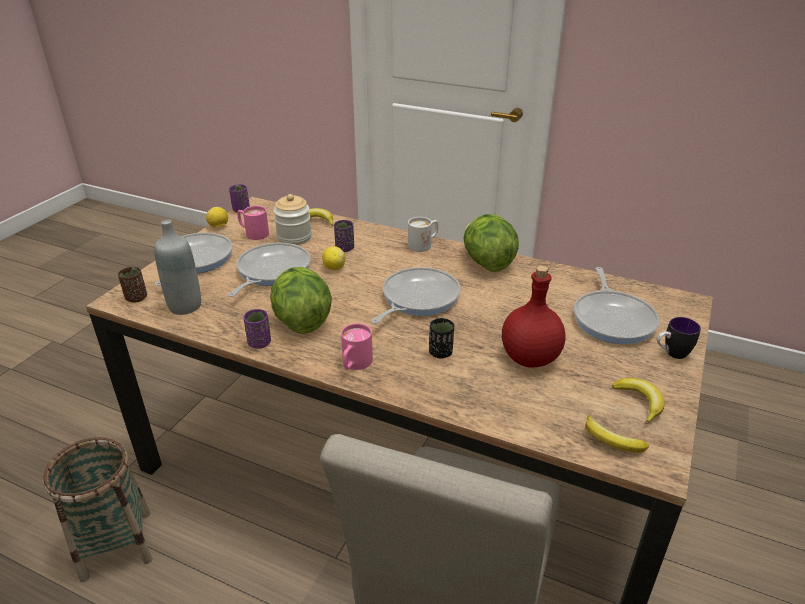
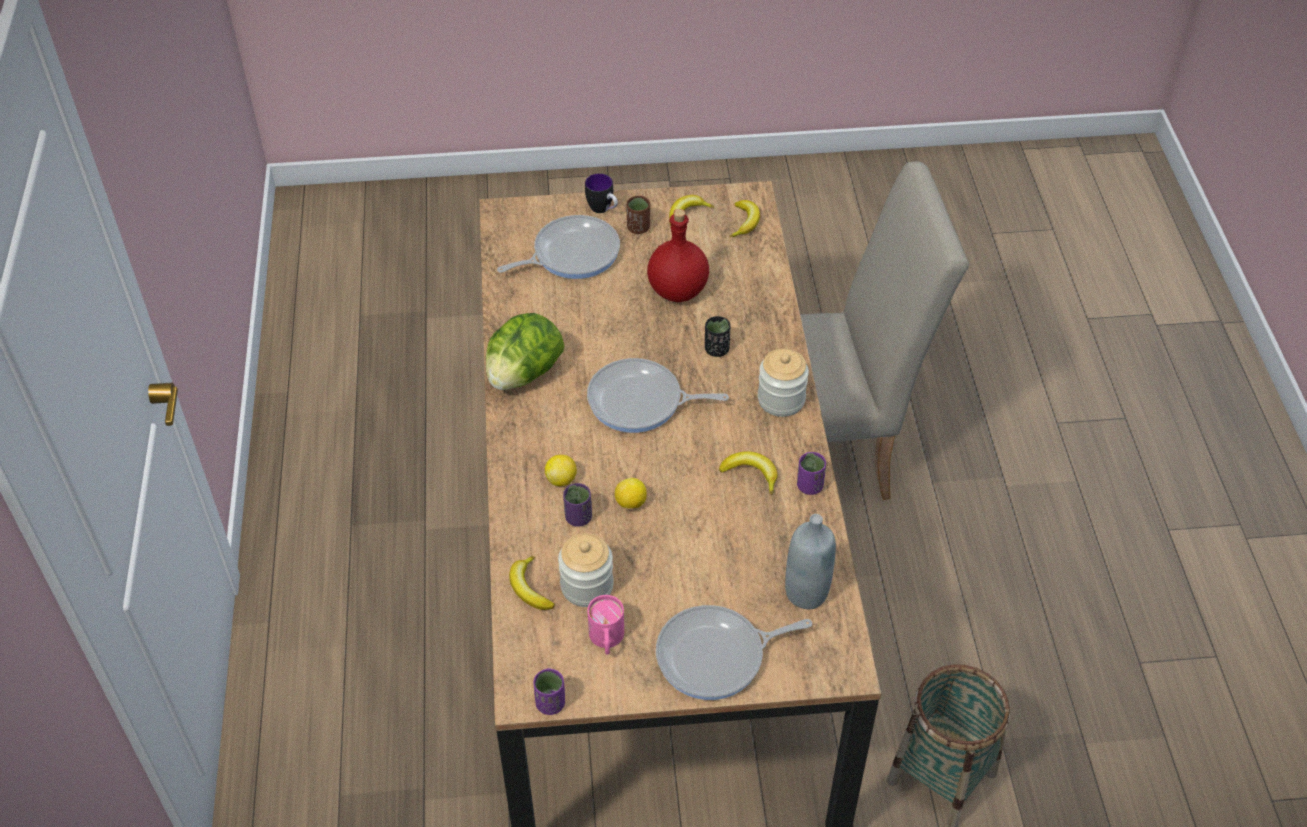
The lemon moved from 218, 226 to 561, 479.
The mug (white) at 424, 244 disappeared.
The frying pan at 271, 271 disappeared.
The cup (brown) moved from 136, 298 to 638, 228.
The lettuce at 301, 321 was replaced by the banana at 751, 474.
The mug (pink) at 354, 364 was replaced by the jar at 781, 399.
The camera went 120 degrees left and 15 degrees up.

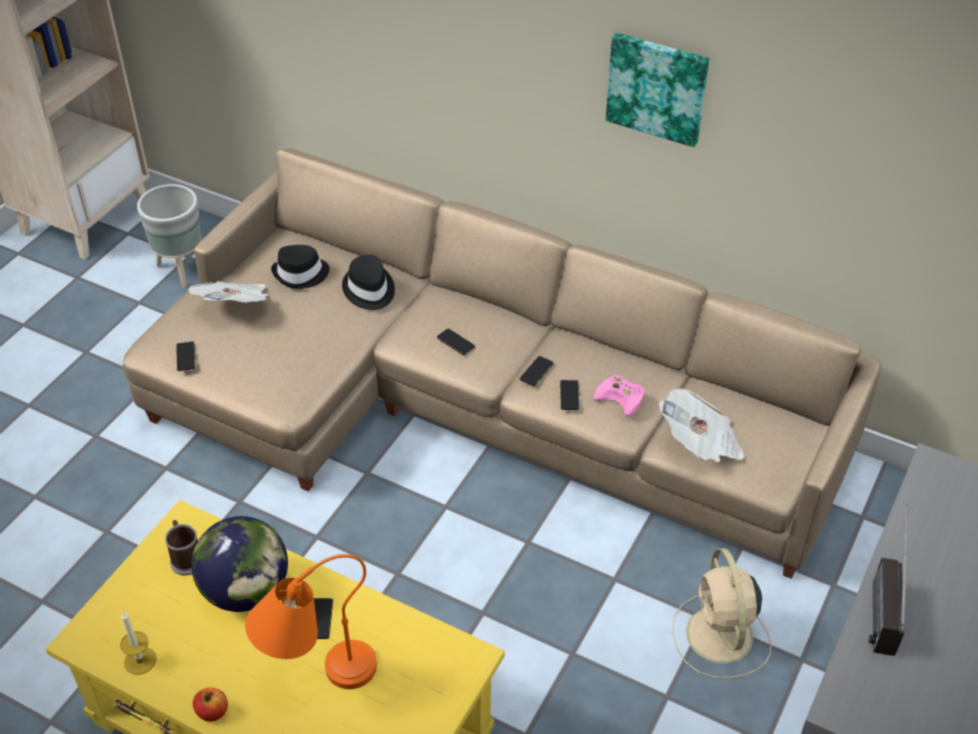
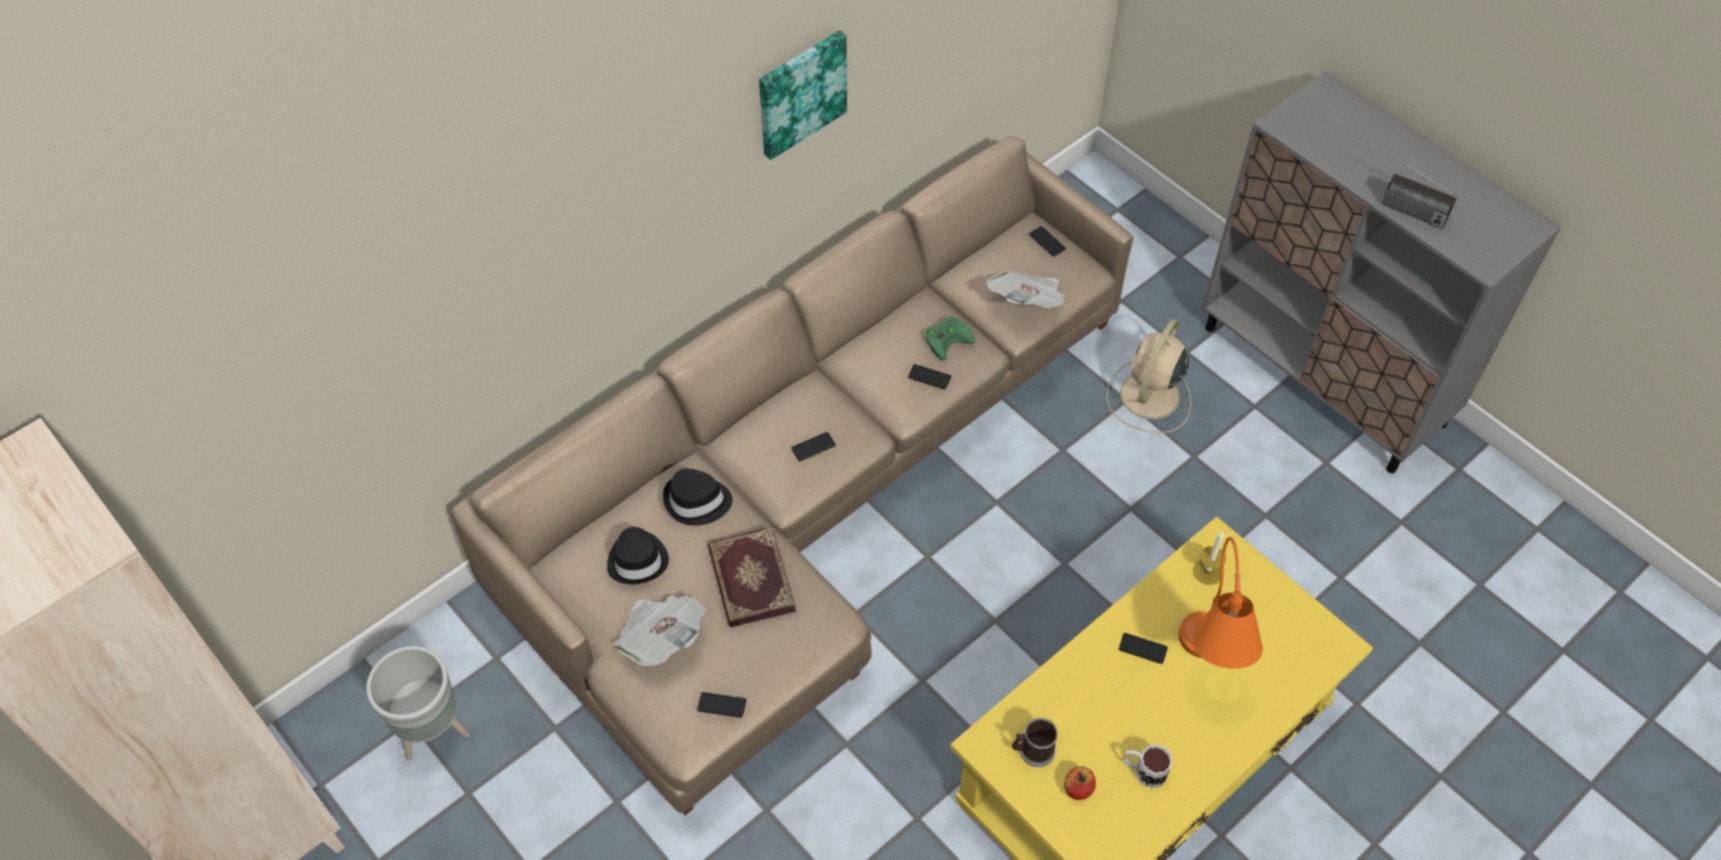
The phone moved from 536, 371 to 1047, 241.
The game controller (pink) at 622, 397 became the game controller (green) at 948, 338.
The globe at 246, 591 disappeared.
The fan (beige) at 720, 637 turned 105 degrees clockwise.
The candle moved from 140, 660 to 1207, 571.
The apple moved from 212, 712 to 1078, 788.
The book at 750, 579 appeared.
The mug at 1144, 770 appeared.
The camera went 70 degrees left and 10 degrees up.

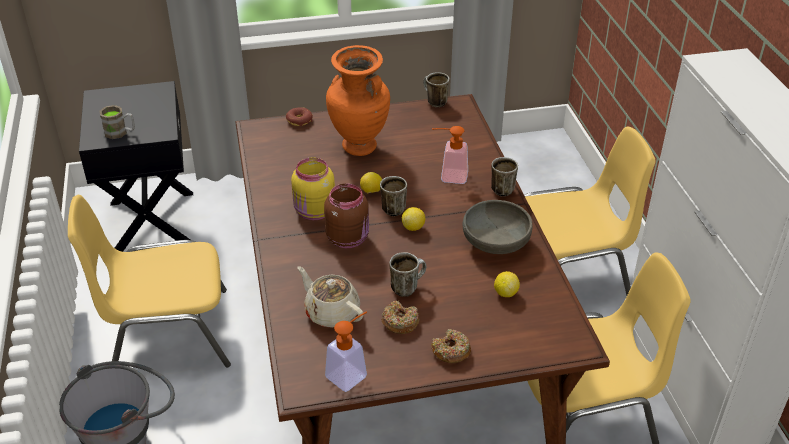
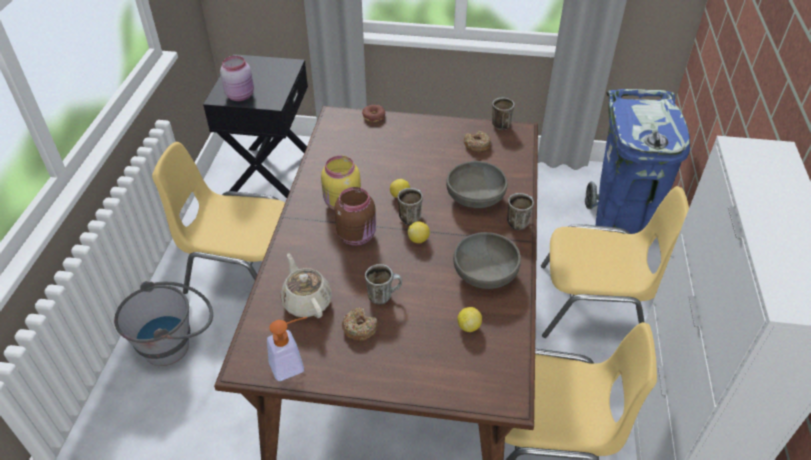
The vase (orange) at 359, 148 disappeared.
The mug (brown) at 120, 133 was replaced by the jar (pink) at 241, 95.
The soap dispenser at 448, 176 was replaced by the bowl (grey) at 475, 198.
The donut moved from 451, 351 to 477, 145.
The trash can (blue) at 620, 220 appeared.
The camera went 20 degrees right and 5 degrees up.

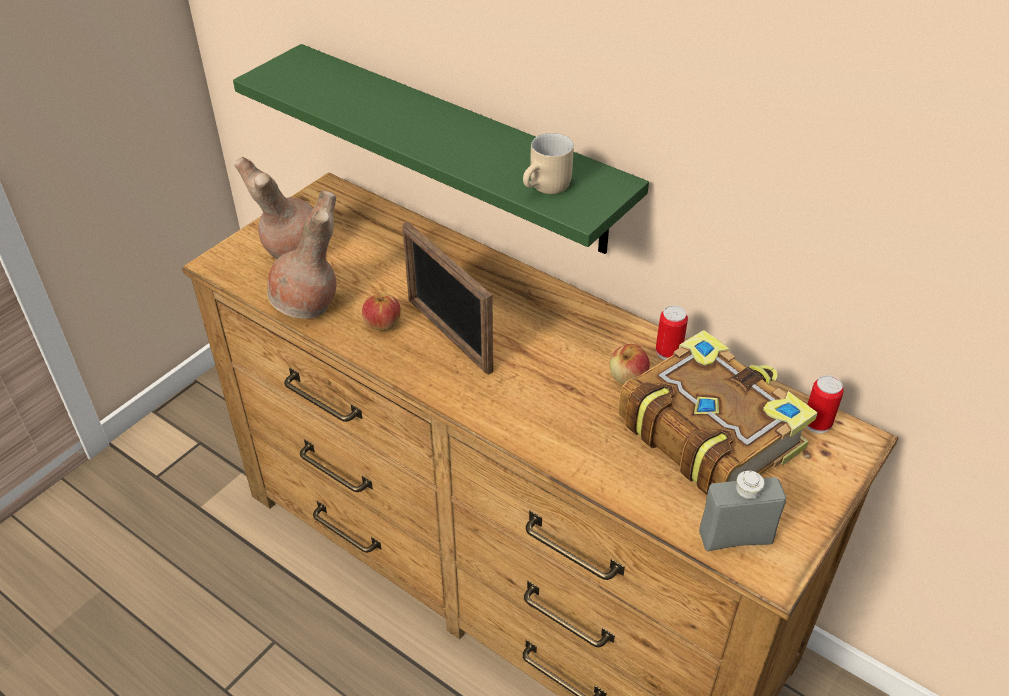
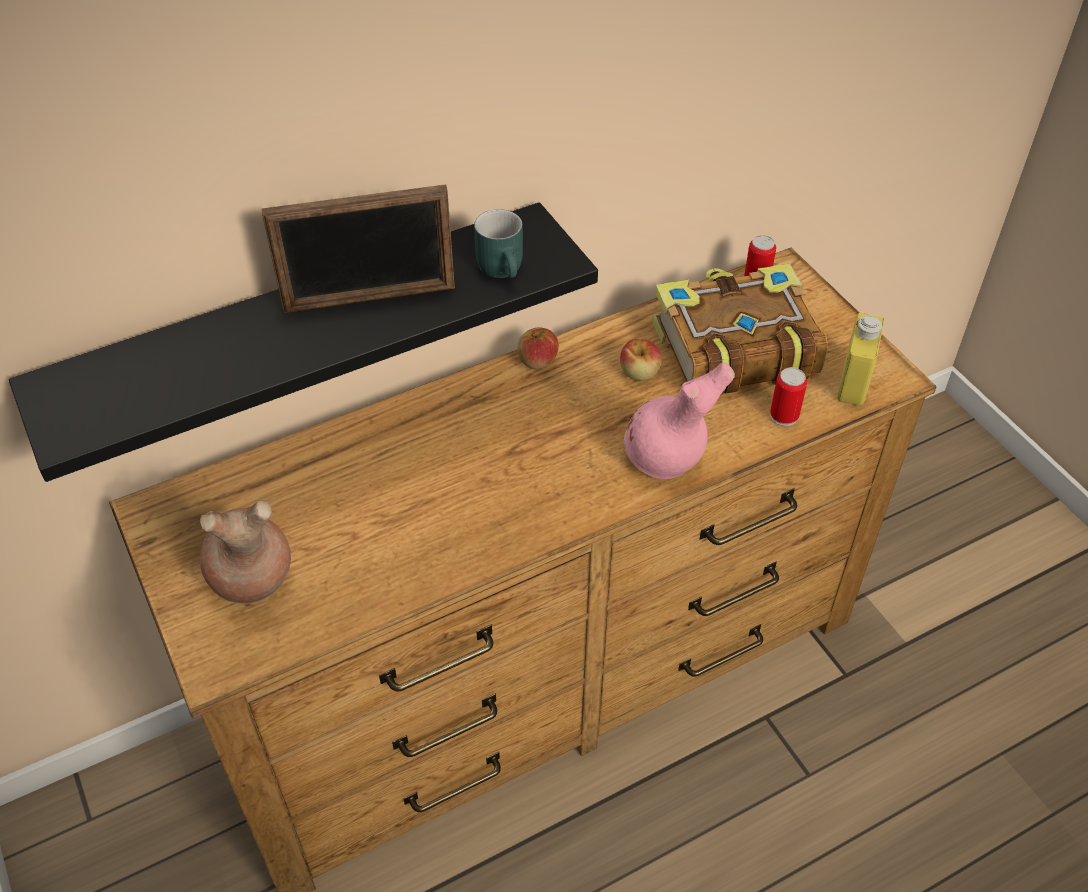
The shelf (green) at 460, 148 became the shelf (black) at 302, 329.
The mug (beige) at 548, 188 became the mug (turquoise) at 505, 269.
The vase (brown) at 308, 306 disappeared.
The picture frame moved from 448, 335 to 369, 299.
The apple moved from 382, 324 to 537, 361.
The can moved from 668, 352 to 784, 416.
The bottle (grey) at 735, 537 became the bottle (yellow) at 854, 382.
The vase (pink) at 665, 460 appeared.
The camera went 65 degrees left and 5 degrees up.

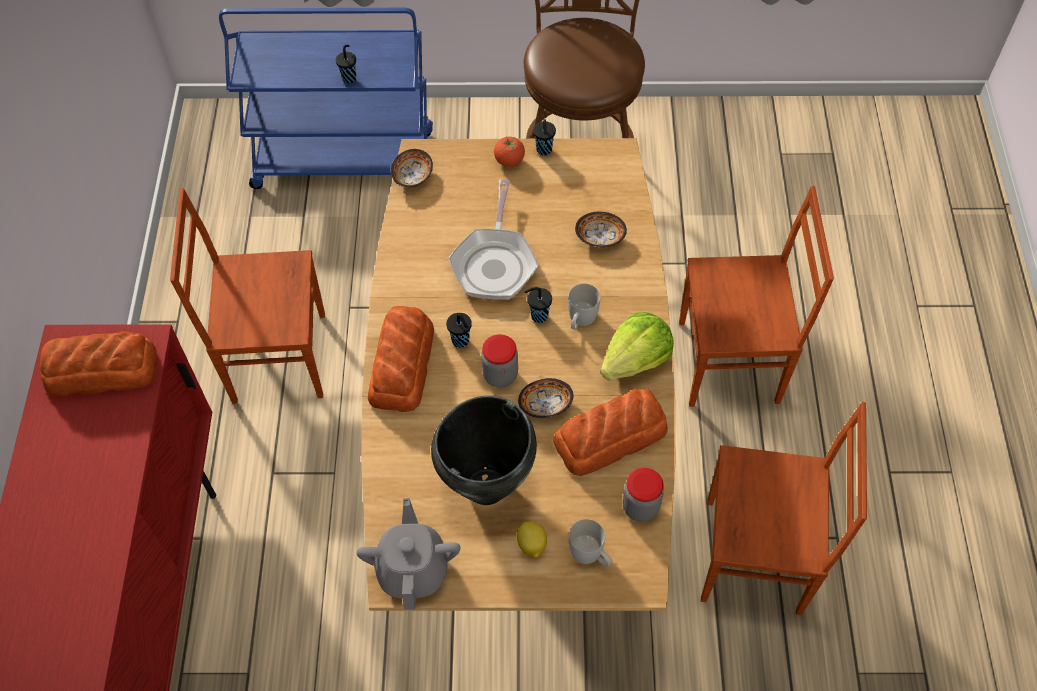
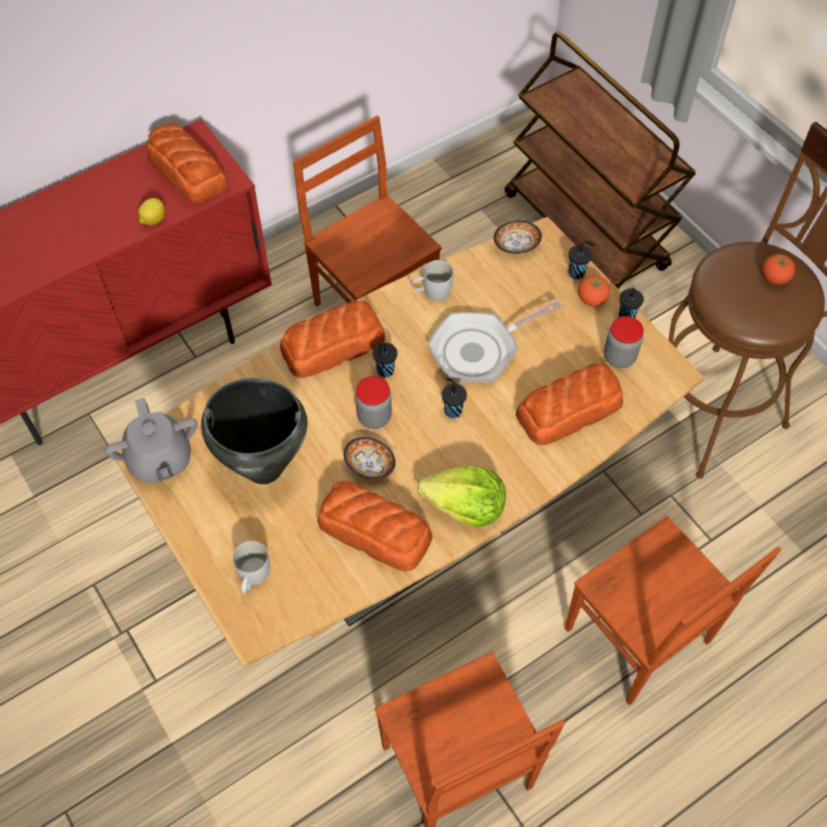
The cart (blue) at 345, 159 became the cart (brown) at 586, 232.
The cup (black) moved from 349, 77 to 577, 273.
The bowl at 600, 237 was replaced by the bread at 570, 410.
The mug (white) moved from 580, 320 to 431, 292.
The jar moved from 640, 507 to 619, 357.
The teapot (grey) at 413, 569 turned 105 degrees clockwise.
The lemon moved from 531, 545 to 153, 220.
The tomato at 774, 278 appeared.
The camera went 55 degrees right and 0 degrees up.

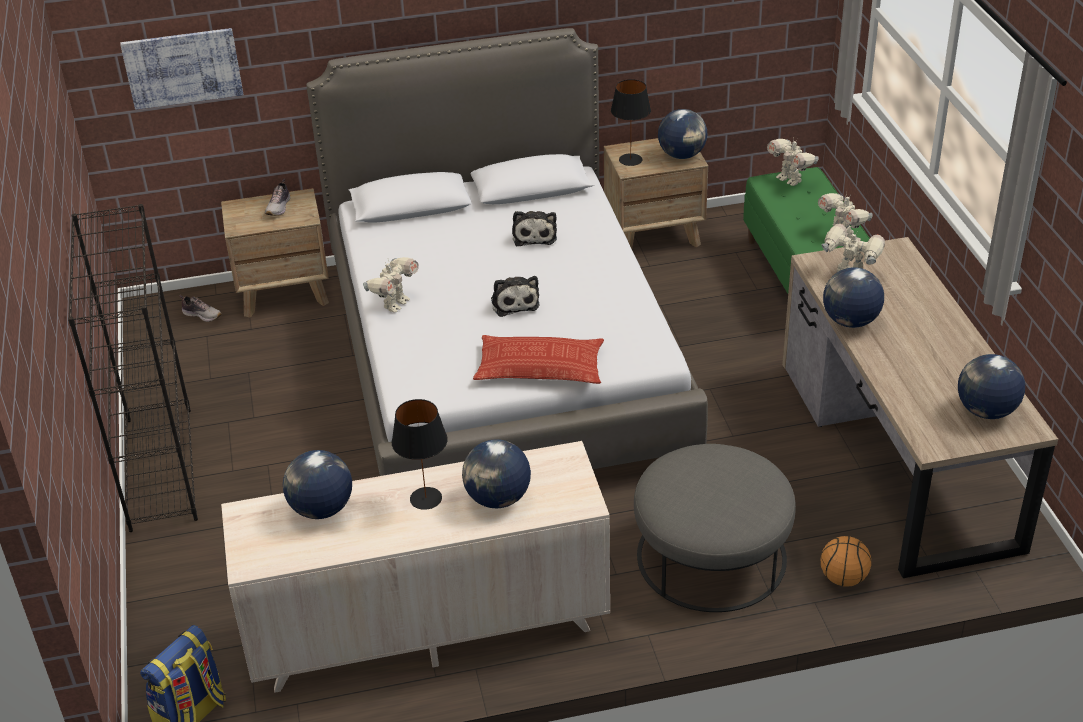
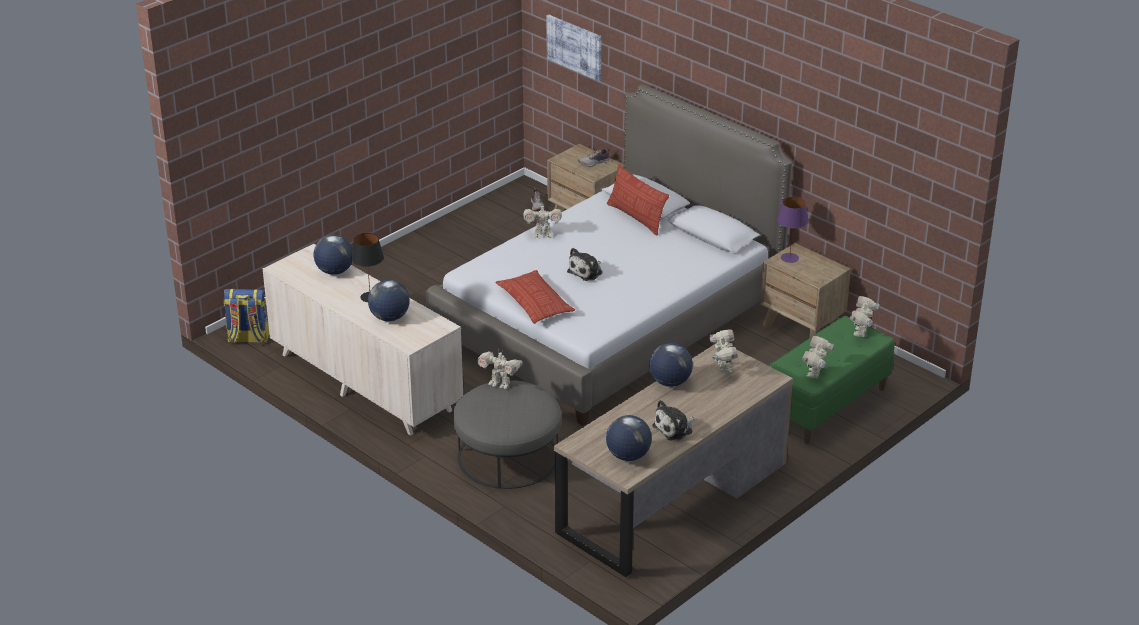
The table lamp (black) at 631, 159 became the table lamp (purple) at 790, 258.
The globe at 682, 155 disappeared.
The bookcase (black) at 160, 467 disappeared.
The plush toy moved from 534, 235 to 674, 429.
The basketball at 844, 579 disappeared.
The pillow at 636, 218 appeared.
The toy robot at 500, 383 appeared.
The camera went 55 degrees right and 5 degrees down.

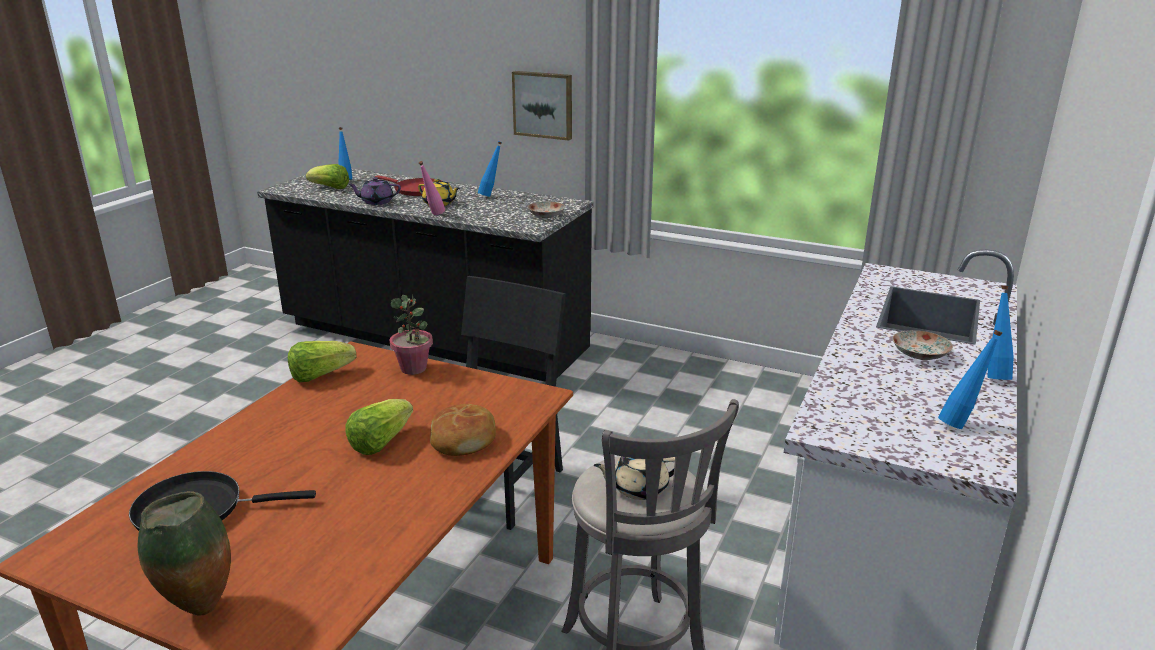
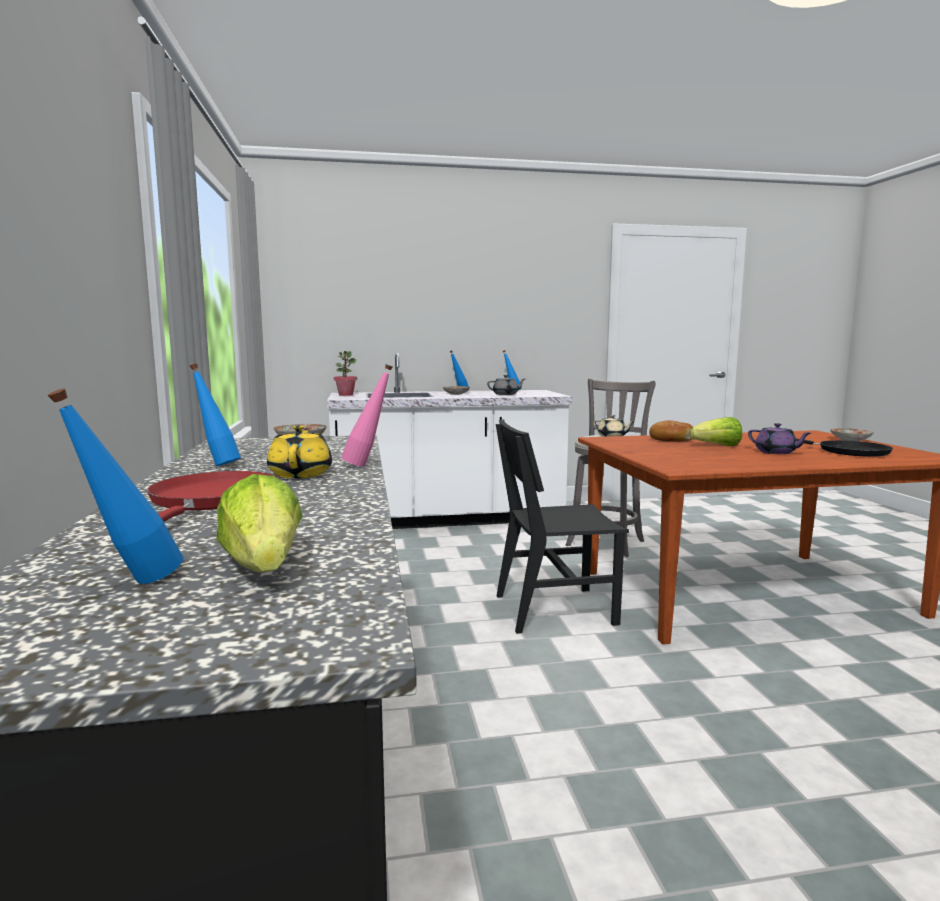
The picture at 543, 104 disappeared.
The teapot (purple) moved from 376, 202 to 776, 452.
The potted plant moved from 414, 368 to 346, 395.
The lettuce at 320, 375 disappeared.
The vase at 198, 609 was replaced by the plate at 850, 440.
The teapot (grey) at 506, 394 appeared.
The camera went 125 degrees left and 15 degrees down.

